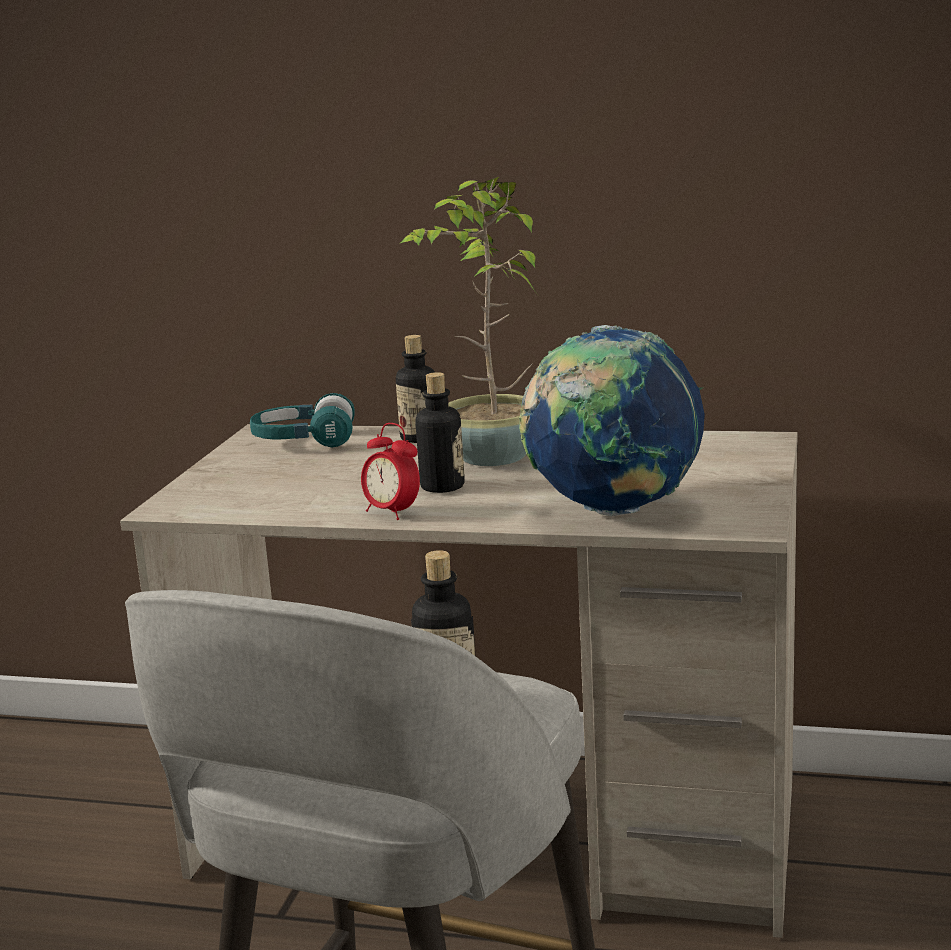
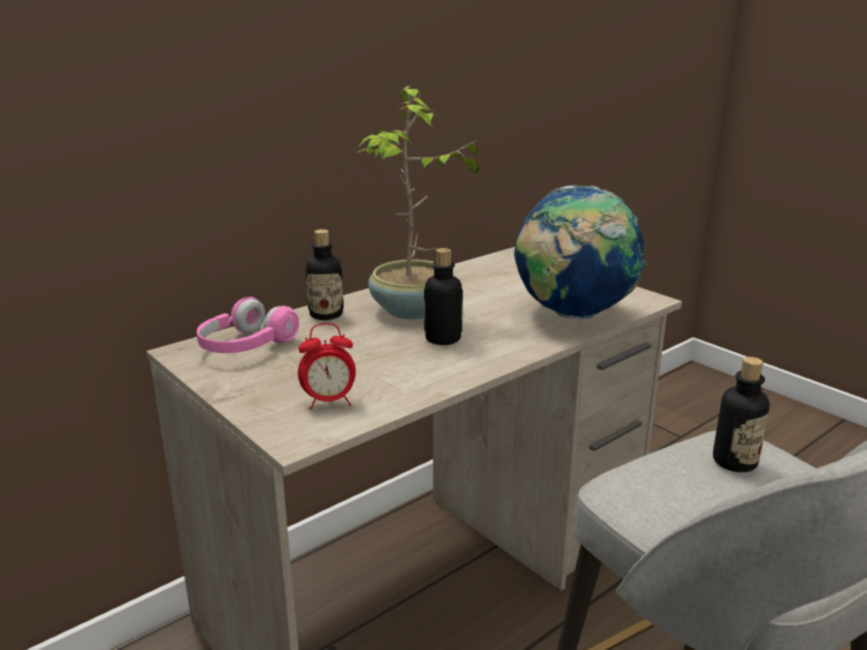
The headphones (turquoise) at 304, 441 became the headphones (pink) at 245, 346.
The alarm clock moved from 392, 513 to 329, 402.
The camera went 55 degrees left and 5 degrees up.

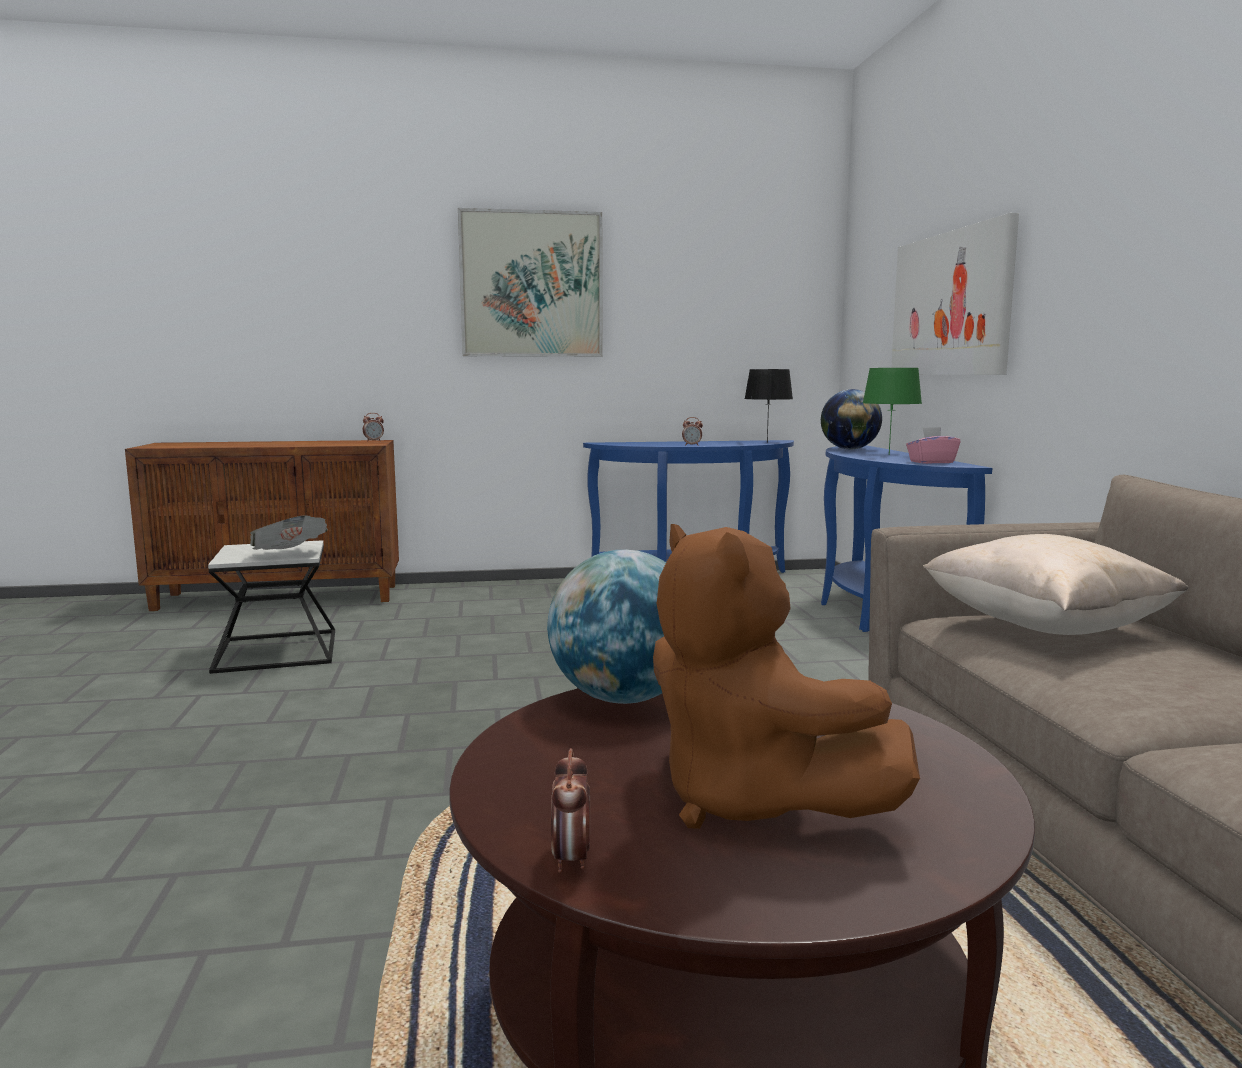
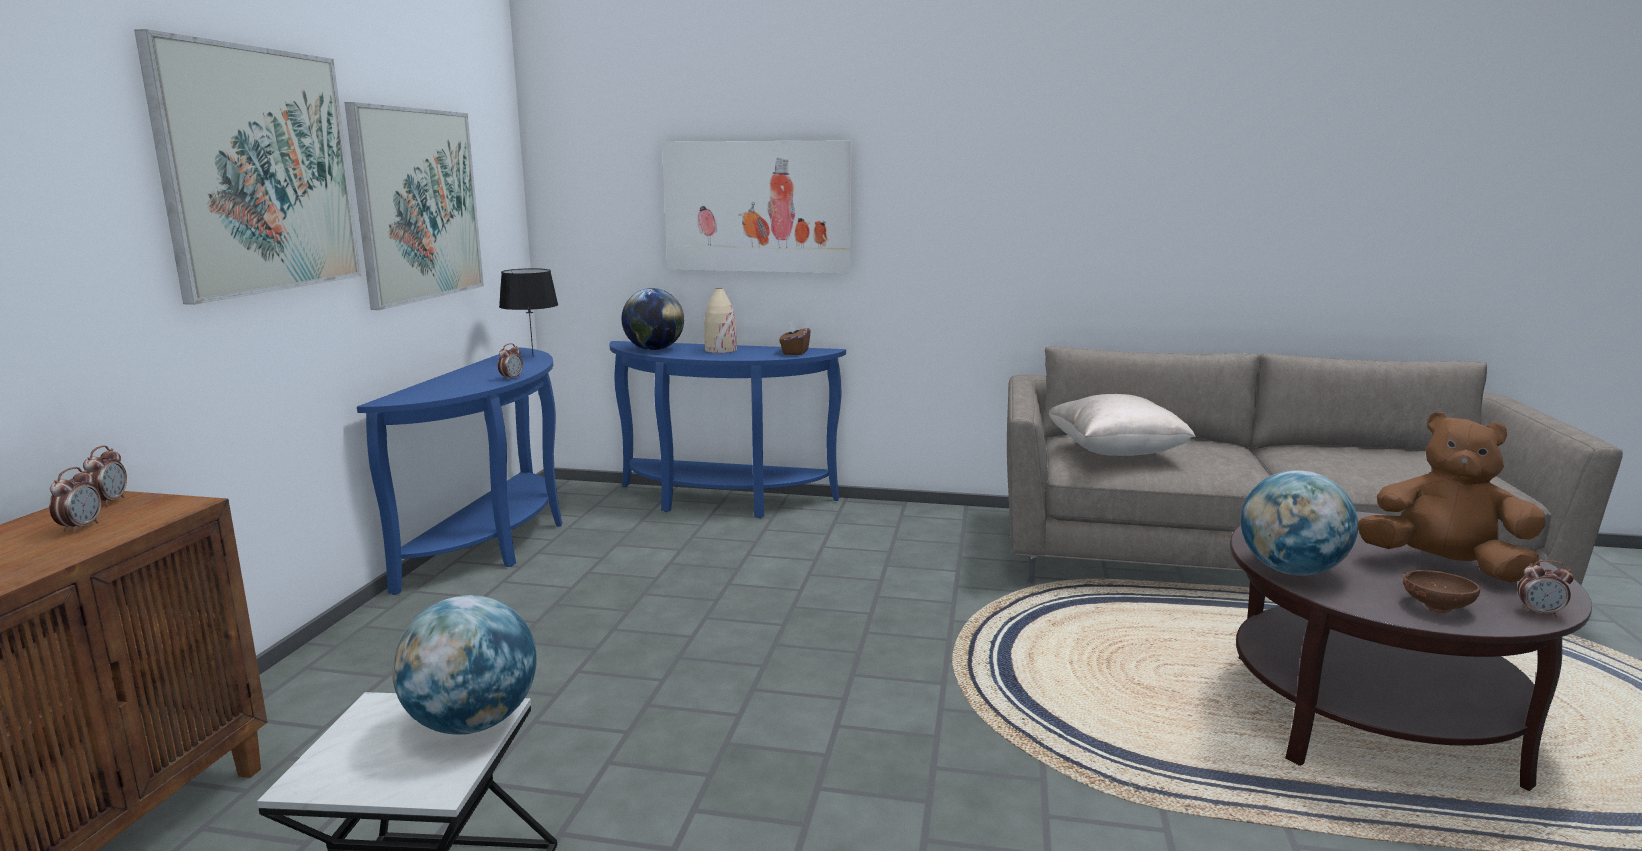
The table lamp (green) at 888, 454 was replaced by the vase (beige) at 720, 350.
The tissue box (pink) at 931, 462 became the tissue box (brown) at 795, 352.
The newspaper at 290, 555 was replaced by the globe at 472, 723.
The plush toy (brown) at 751, 801 turned 135 degrees counterclockwise.
The picture at 418, 205 appeared.
The alarm clock at 81, 527 appeared.
The bowl (brown) at 1436, 606 appeared.
The camera went 70 degrees left and 5 degrees up.

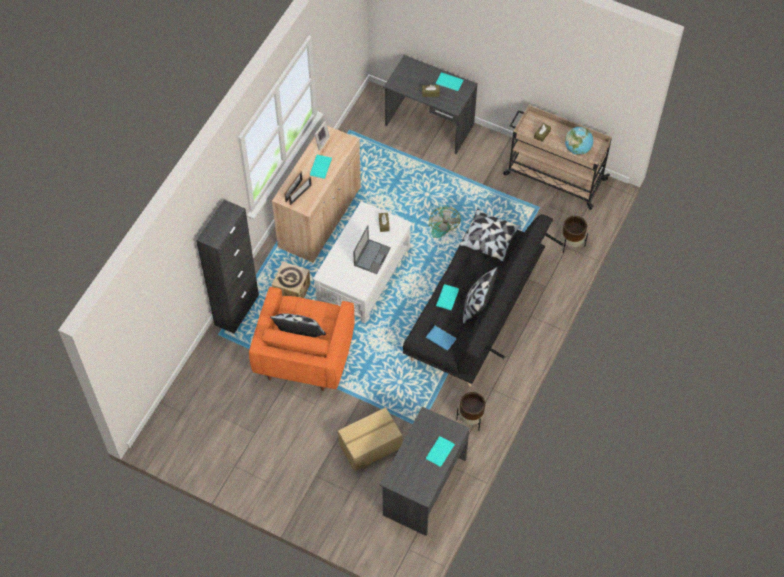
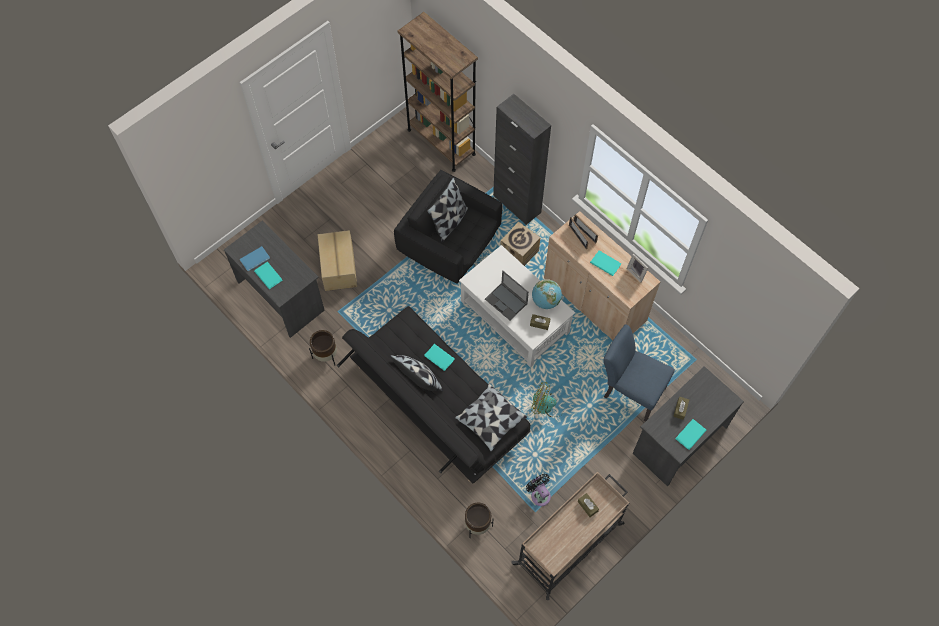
The globe moved from 577, 149 to 545, 301.
The armchair (orange) at 305, 353 became the armchair (black) at 450, 244.
The book (blue) moved from 440, 337 to 256, 259.
The bookcase (brown) at 441, 142 appeared.
The chair (blue) at 630, 390 appeared.
The fan (black) at 539, 494 appeared.
The camera went 110 degrees right and 5 degrees up.

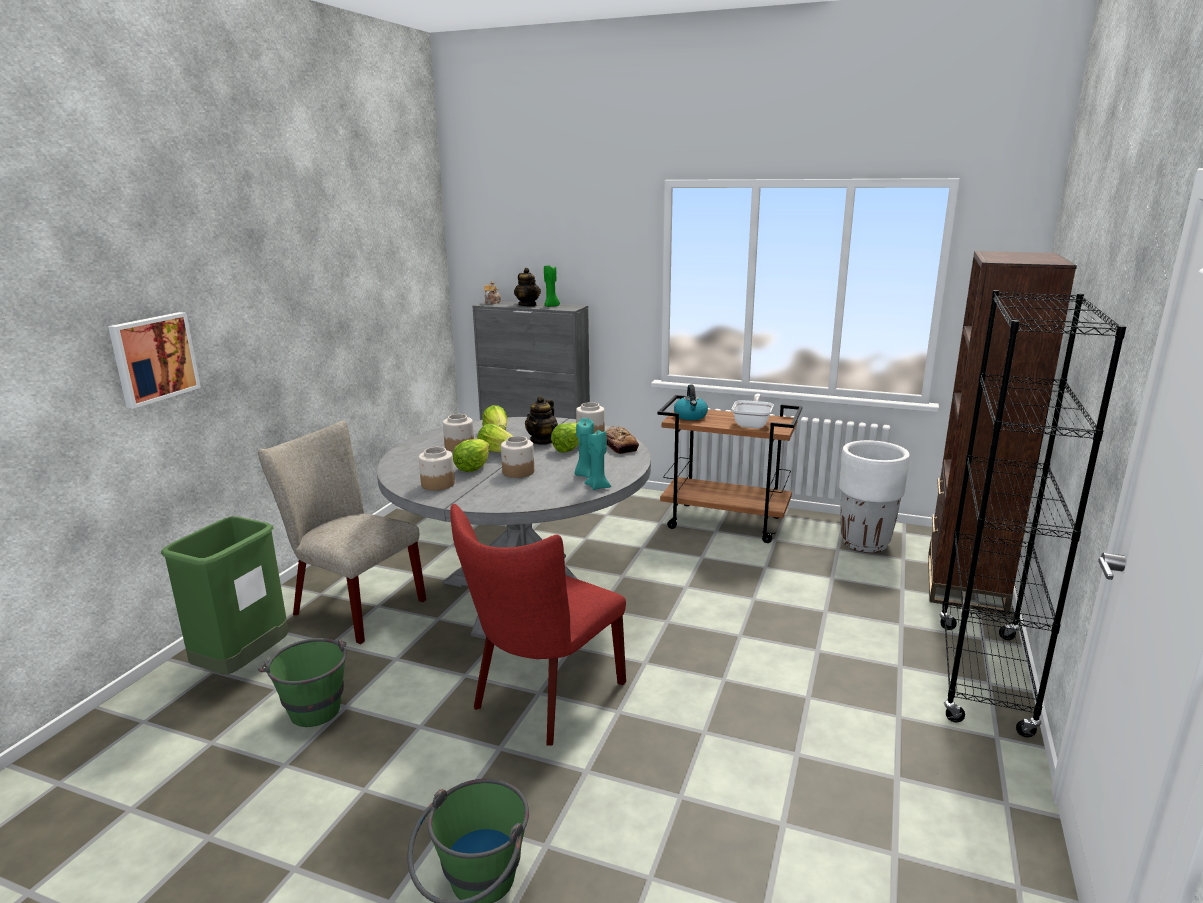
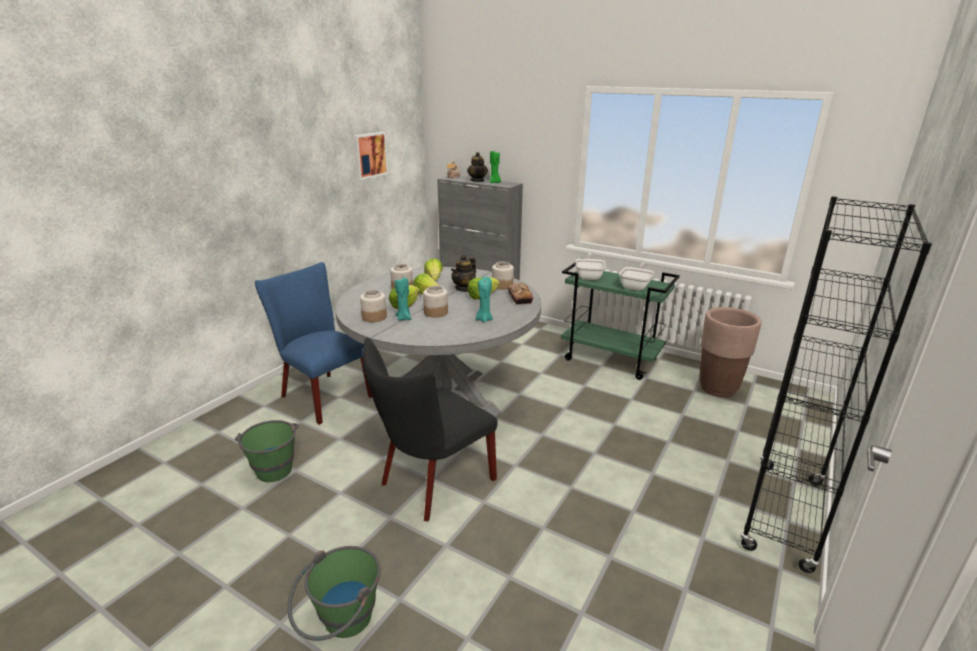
The bookcase (brown) at 965, 583 disappeared.
The picture moved from 153, 358 to 369, 155.
The kettle at 690, 416 was replaced by the frying pan at 589, 276.
The cart (brown) at 726, 522 became the cart (green) at 611, 359.
The chair (beige) at 352, 606 became the chair (blue) at 322, 395.
The candle (turquoise) moved from 598, 486 to 404, 318.
The planter (white) at 865, 543 became the planter (brown) at 718, 388.
The chair (red) at 543, 699 became the chair (black) at 432, 484.
The trash can (green) at 244, 665 disappeared.
The camera went 10 degrees right and 5 degrees up.

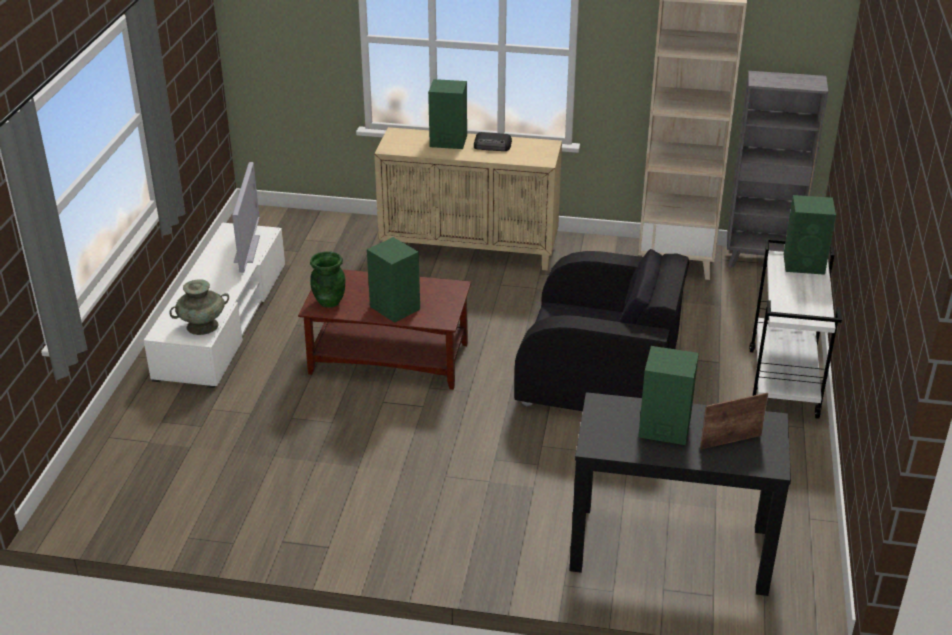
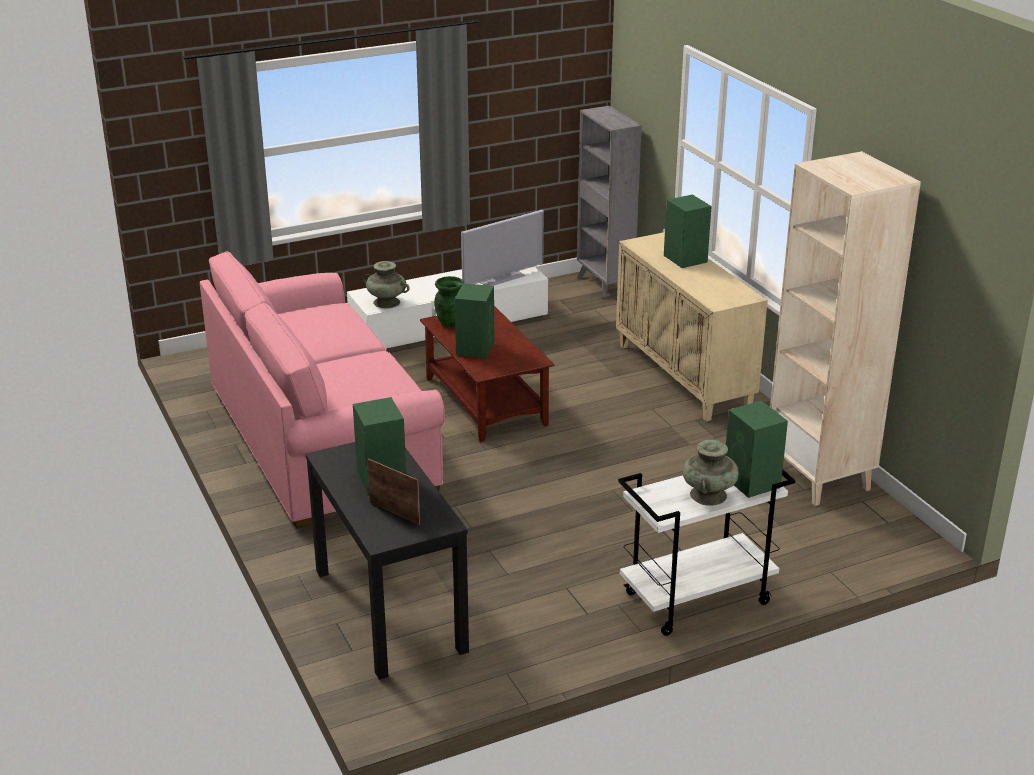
The bookcase (grey) moved from 761, 260 to 604, 285.
The radio at 493, 145 disappeared.
The armchair (black) at 599, 377 disappeared.
The sofa (pink) at 321, 438 appeared.
The vase (turquoise) at 708, 495 appeared.
The camera went 55 degrees right and 5 degrees down.

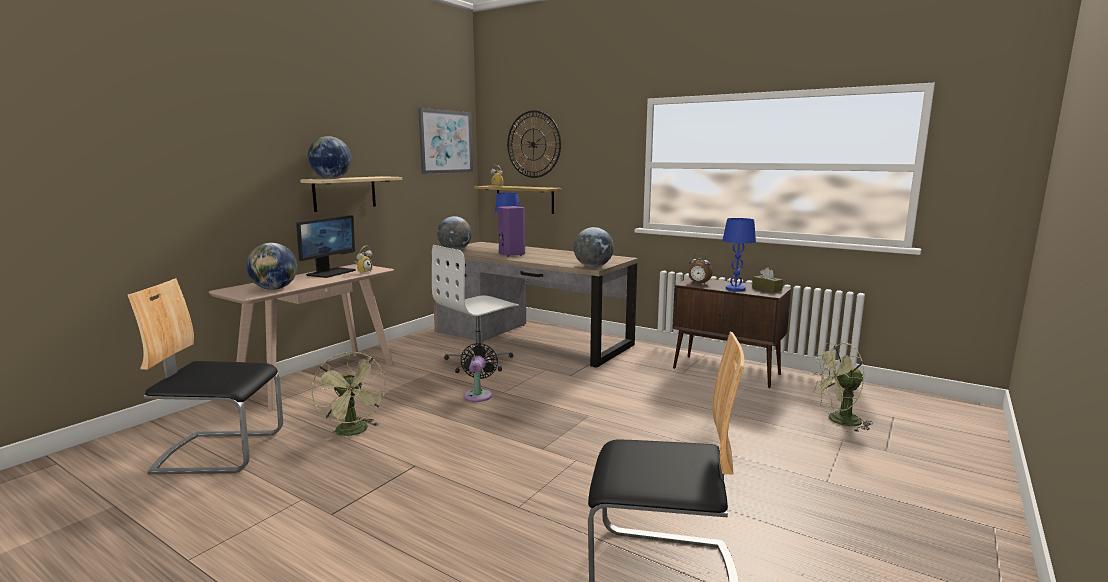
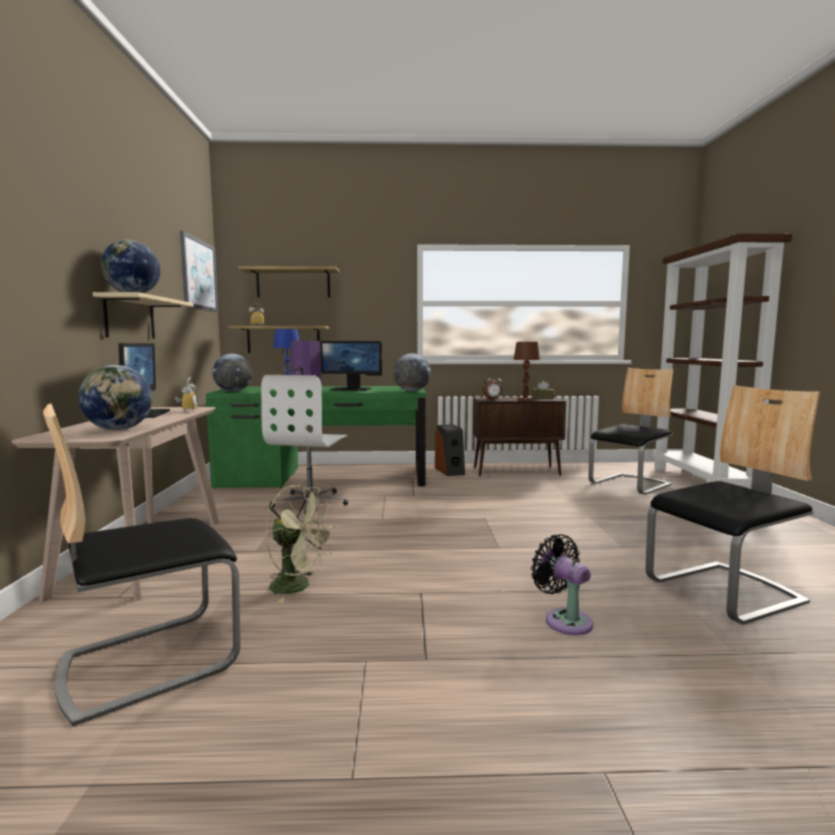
The wall clock at 533, 144 was replaced by the shelf at 293, 283.
The table lamp (blue) at 735, 289 became the table lamp (brown) at 525, 399.
The desk (brown) at 531, 339 became the desk (green) at 325, 477.
The fan (black) moved from 478, 395 to 564, 619.
The fan (green) at 838, 421 was replaced by the chair at 630, 484.
The bookcase (brown) at 702, 482 appeared.
The monitor at 351, 389 appeared.
The speaker at 450, 471 appeared.
The camera went 35 degrees left and 5 degrees down.

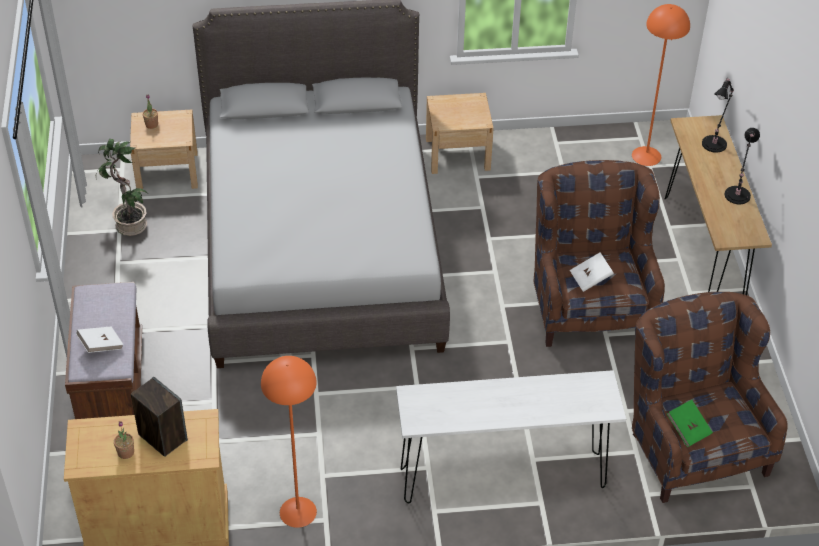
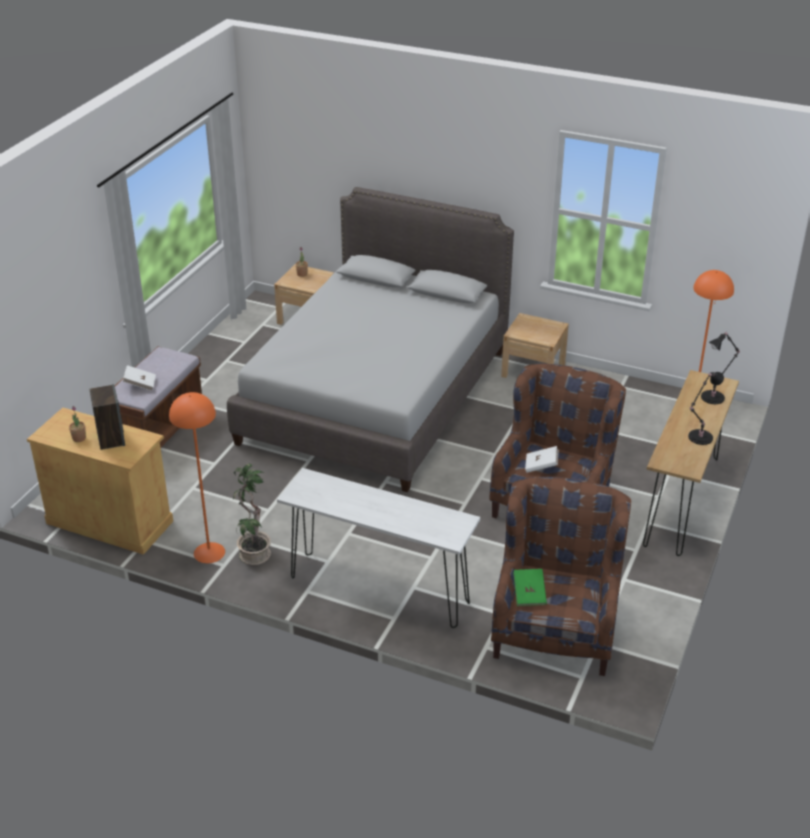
The potted plant moved from 129, 225 to 253, 554.
The camera went 30 degrees right and 10 degrees down.

